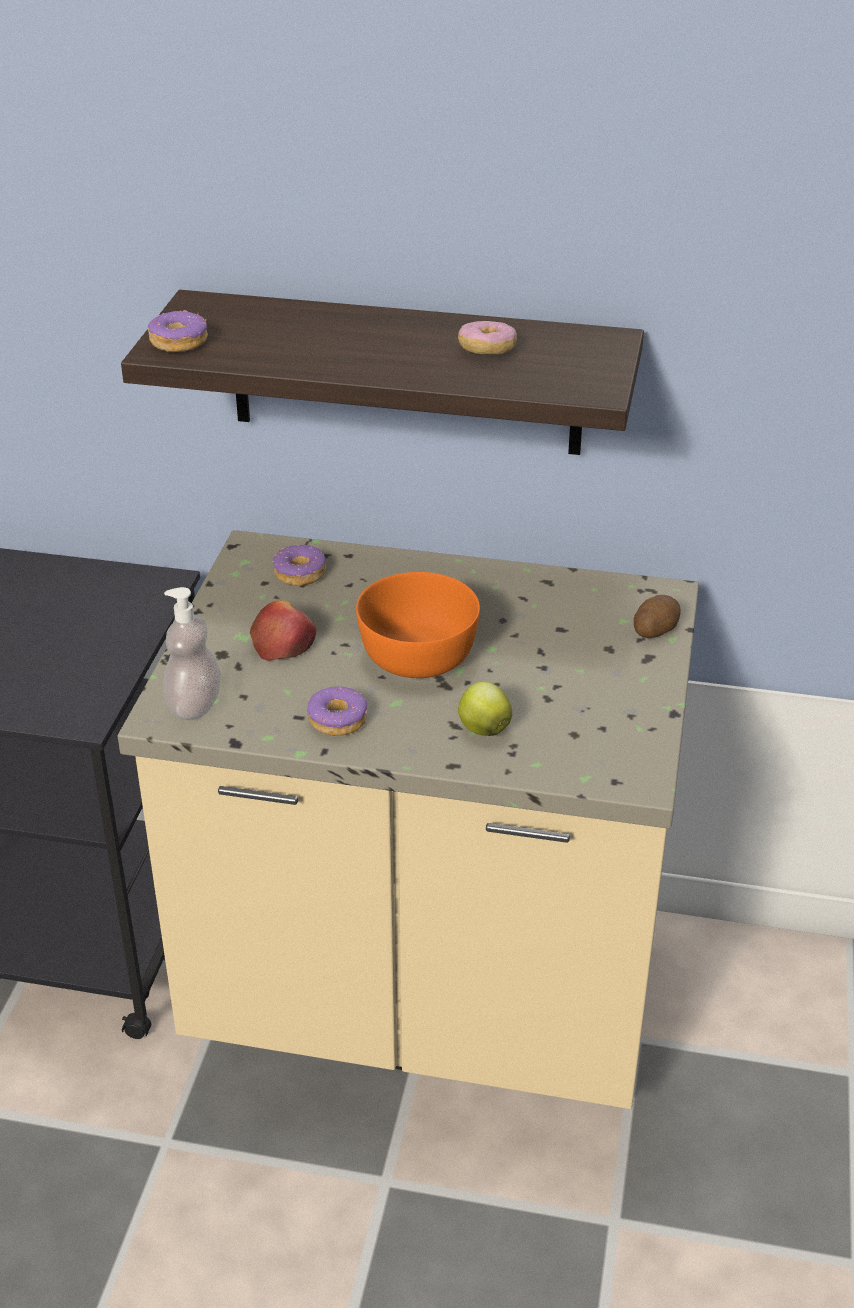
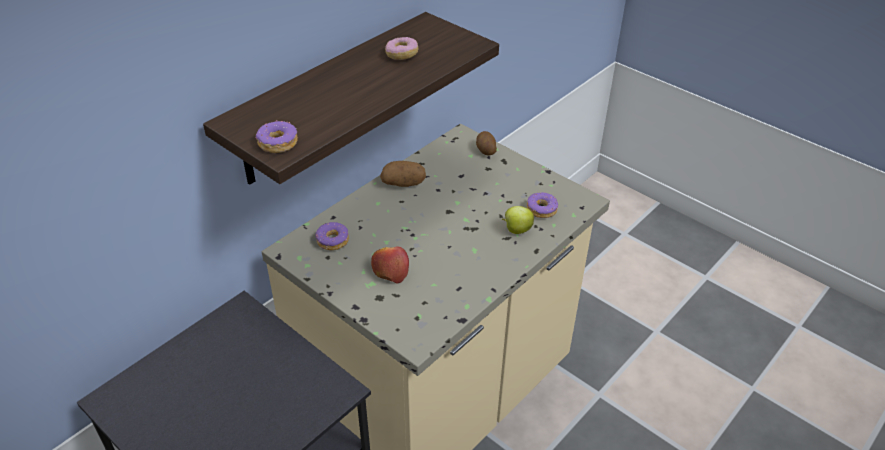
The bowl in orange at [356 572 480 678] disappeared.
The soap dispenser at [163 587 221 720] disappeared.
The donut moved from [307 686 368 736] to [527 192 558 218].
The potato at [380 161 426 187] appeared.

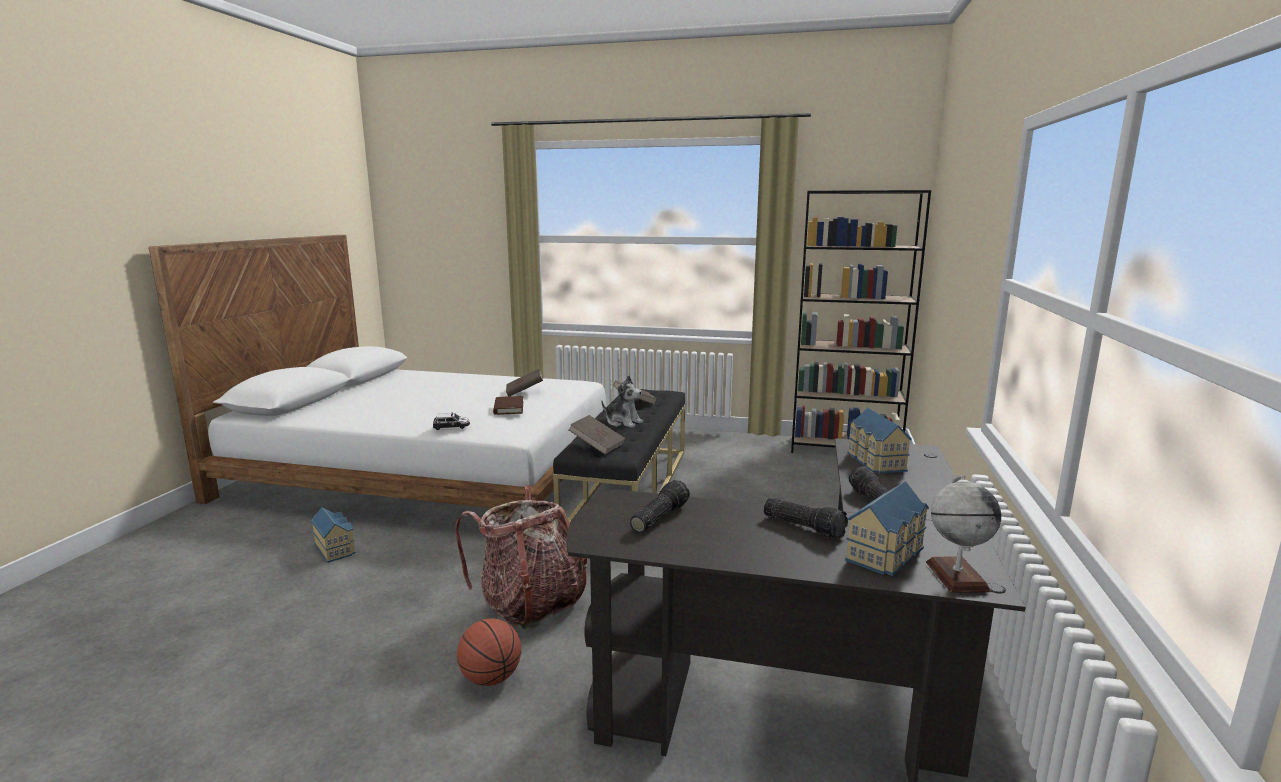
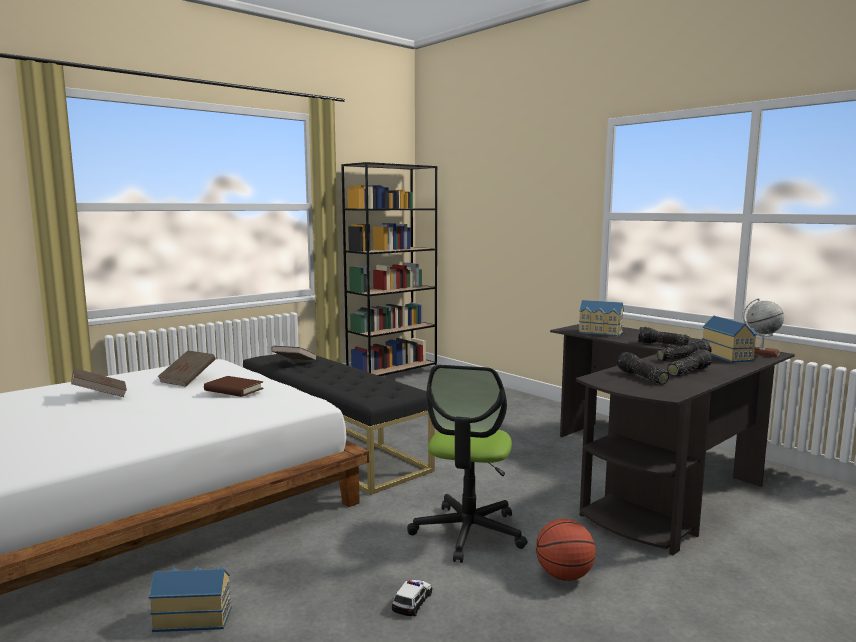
The plush toy at [602 375 643 428] disappeared.
The toy car moved from [433 412 470 430] to [392 580 432 616].
The book in brown moved from [569 415 625 455] to [71 368 127 397].
The backpack at [455 485 587 629] was replaced by the office chair at [407 364 528 563].
The flashlight at [667 349 713 376] appeared.

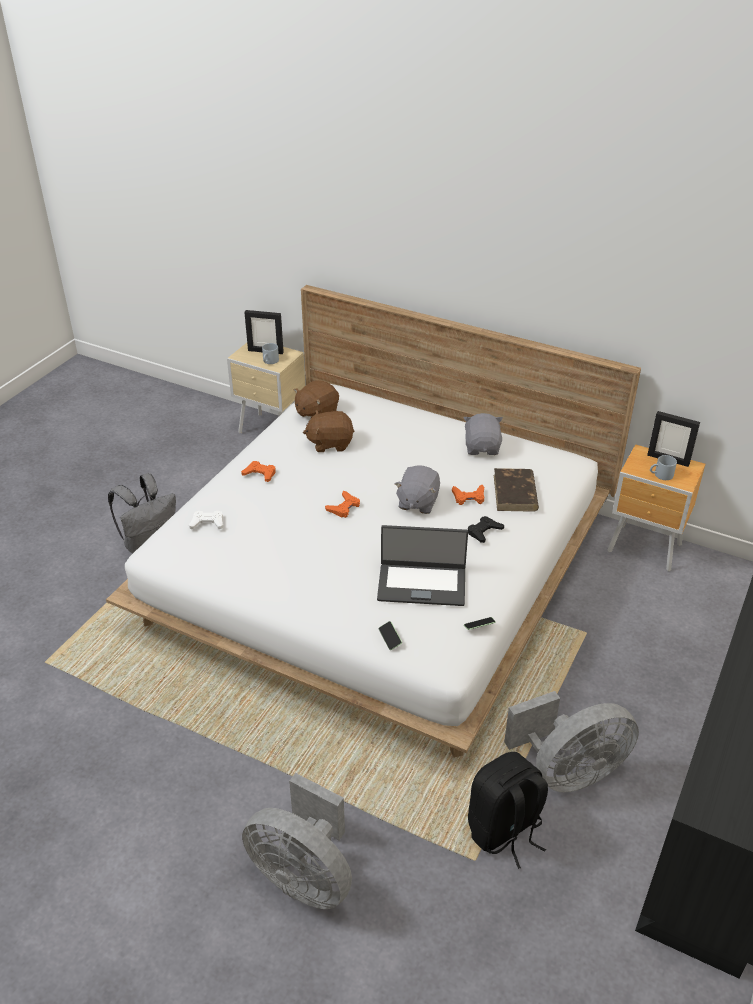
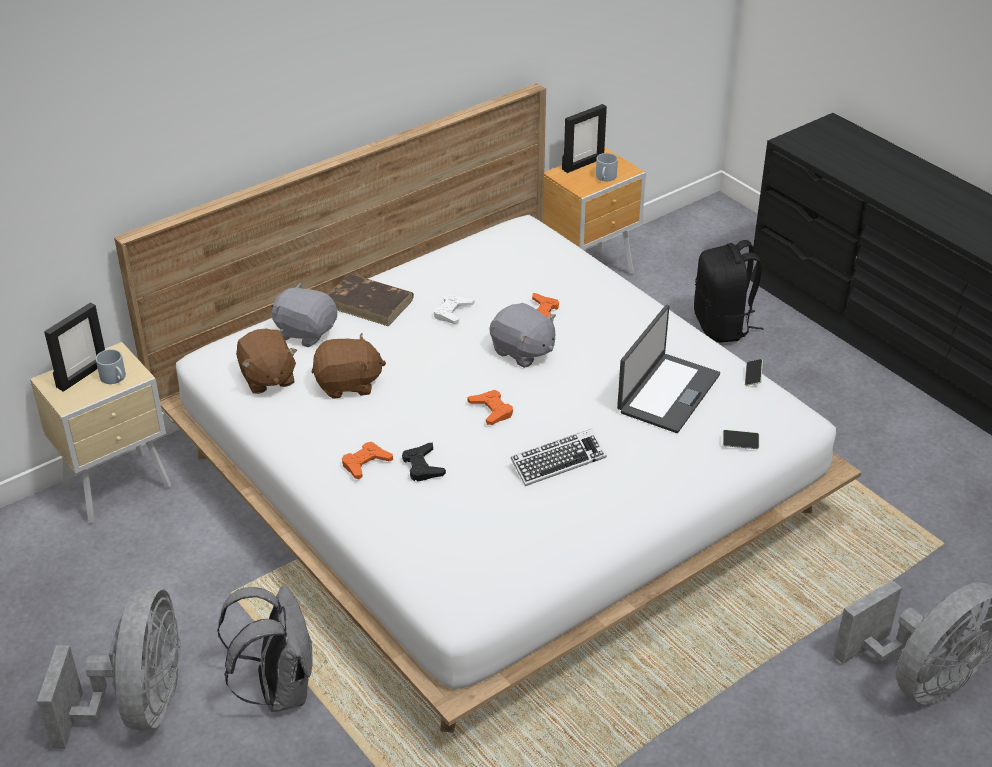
The plush toy in brown at [303 410 354 452] turned 120 degrees counterclockwise.
The plush toy in grey moved from [464 413 503 455] to [272 282 337 347].
The book in brown moved from [494 468 539 512] to [328 274 414 327].
The game controller in white moved from [189 511 223 529] to [434 294 474 324].
The game controller in black moved from [468 516 504 543] to [402 442 446 481].
The fan in grey moved from [504 691 639 792] to [37 587 181 749].
The backpack in black moved from [468 752 548 869] to [694 240 764 342].
The keyboard at [511 429 607 486] appeared.

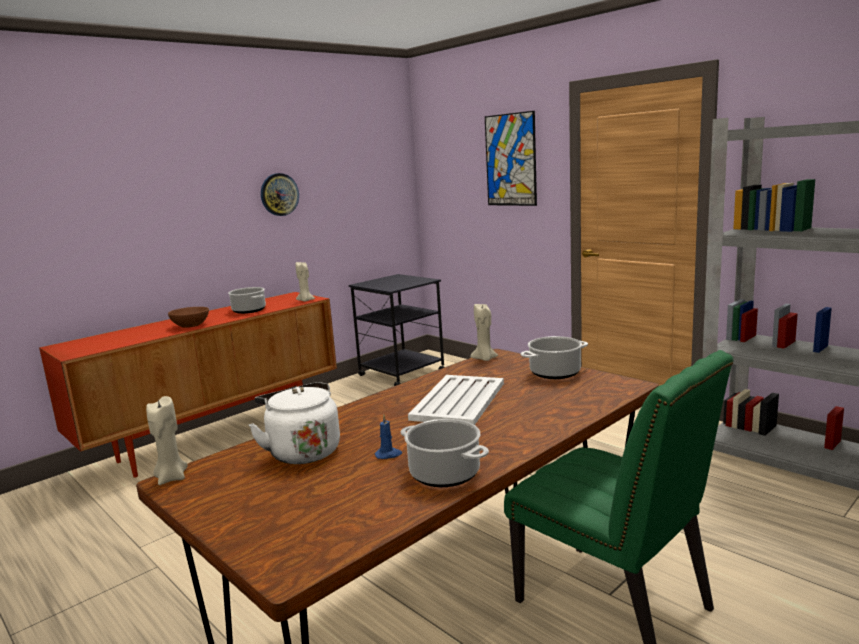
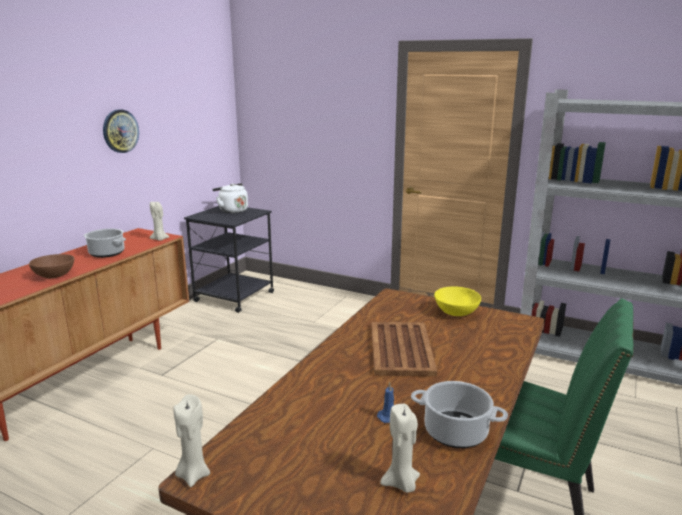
The picture at [485 111 537 206] disappeared.
The candle in beige moved from [470 304 498 361] to [380 404 420 493].
The cooking pot at [521 336 588 379] was replaced by the bowl in yellow at [434 286 481 316].
The tray in white at [408 375 504 425] became the tray in brown at [371 322 437 376].
The kettle in white moved from [249 382 340 464] to [212 183 248 213].

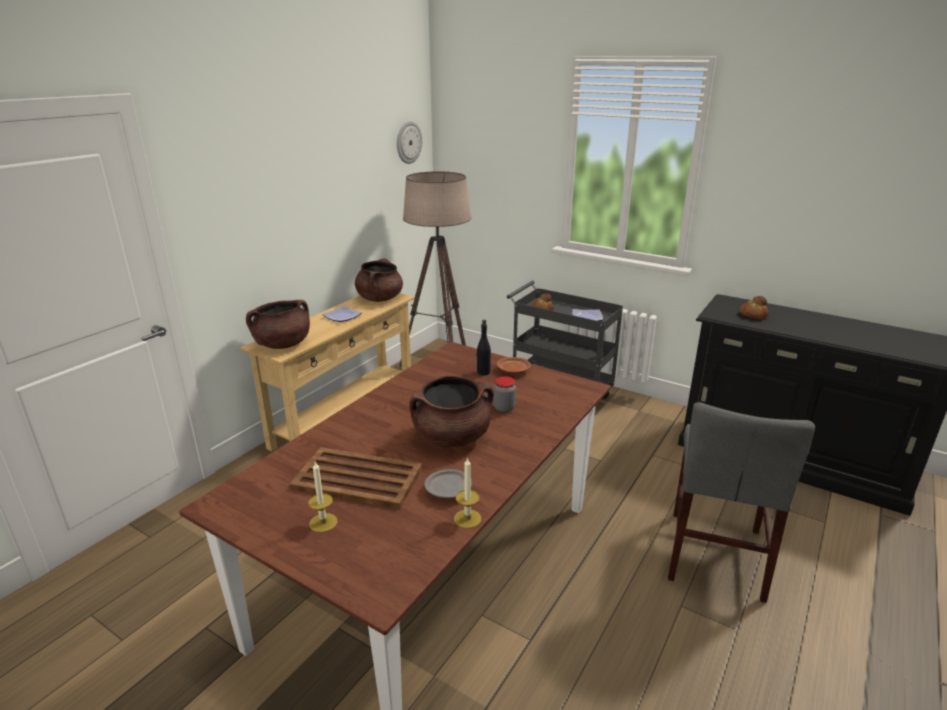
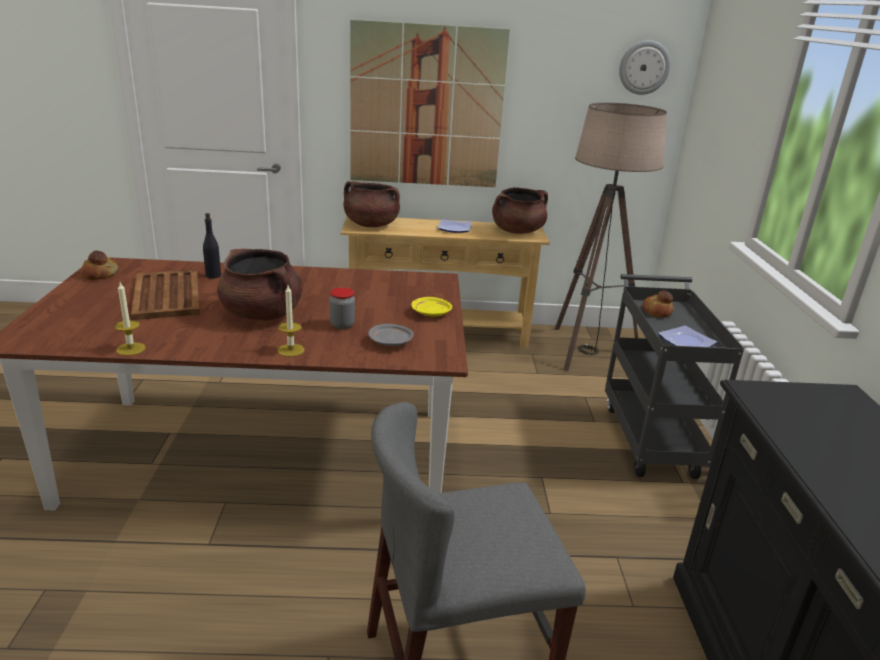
The bread moved from [740 296 769 319] to [81 250 118 280].
The bottle in black moved from [477 320 491 376] to [203 213 221 278].
The plate in brown at [497 357 531 374] became the plate in yellow at [411 297 452 317].
The candle moved from [308 462 338 533] to [277 285 304 357].
The plate in grey moved from [424 469 472 498] to [368 324 414 346].
The picture at [350 20 510 187] appeared.

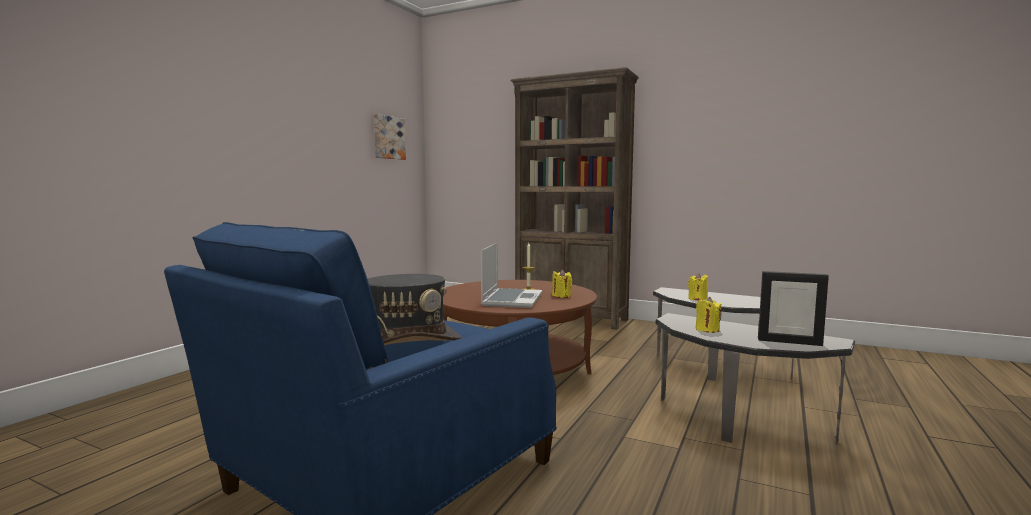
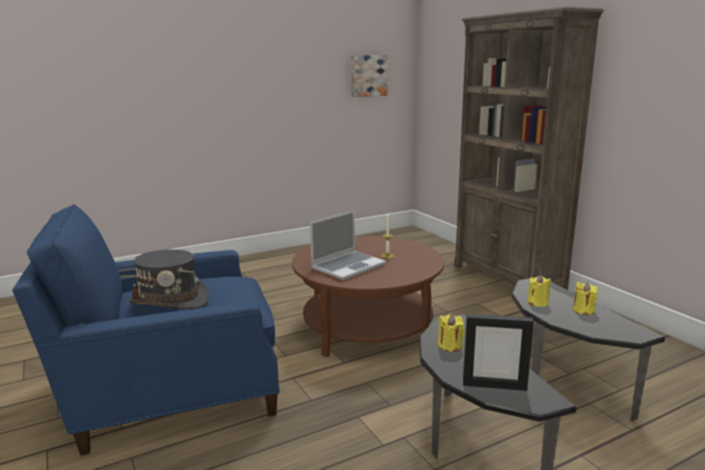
The candle in yellow moved from [552 269 572 298] to [573 282 598 315].
The picture frame at [758 271 829 346] turned 45 degrees counterclockwise.

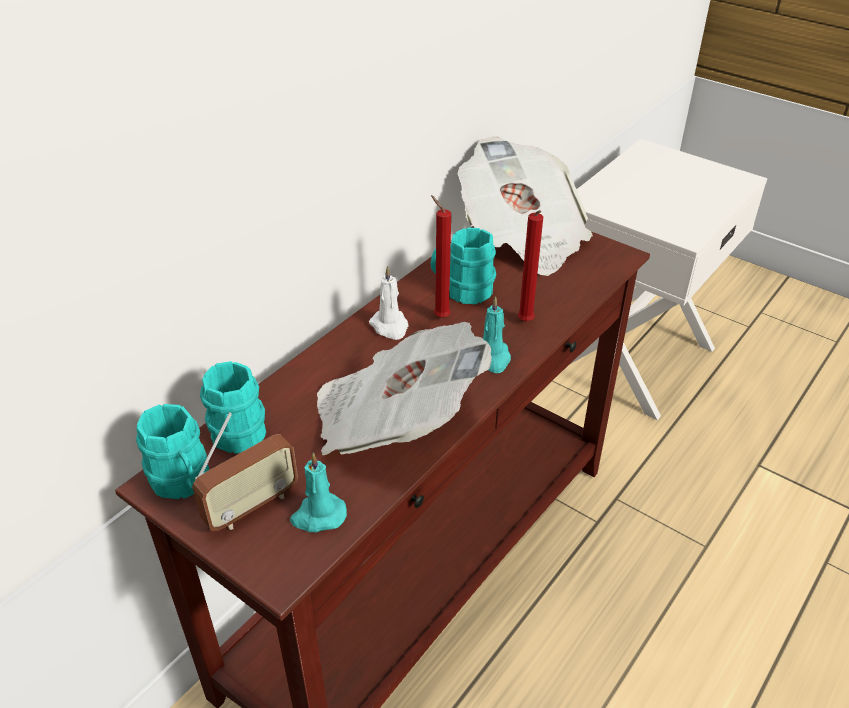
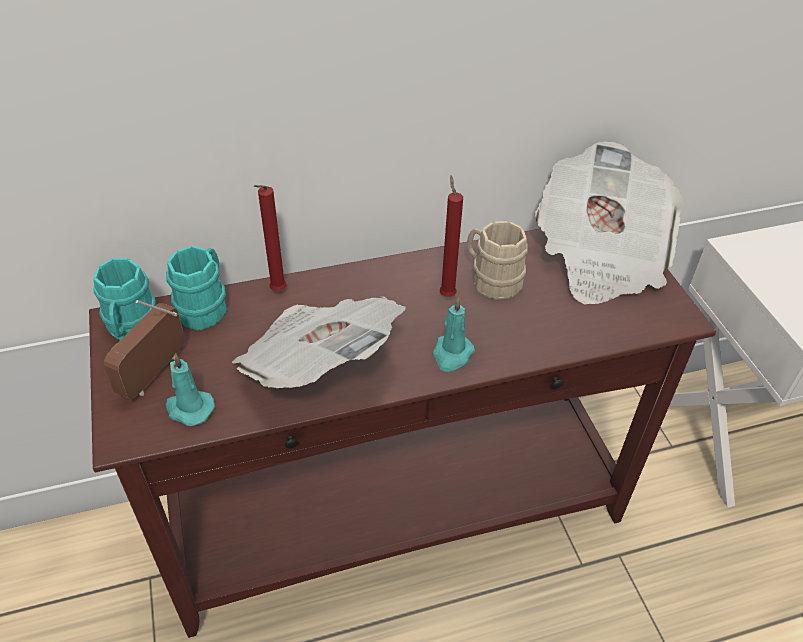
The candle in red moved from [518 210 543 322] to [254 185 287 291].
The mug in turquoise at [431 227 496 304] became the mug in beige at [467 221 528 300].
The candle in white at [369 266 409 340] disappeared.
The radio at [192 412 298 531] turned 120 degrees clockwise.

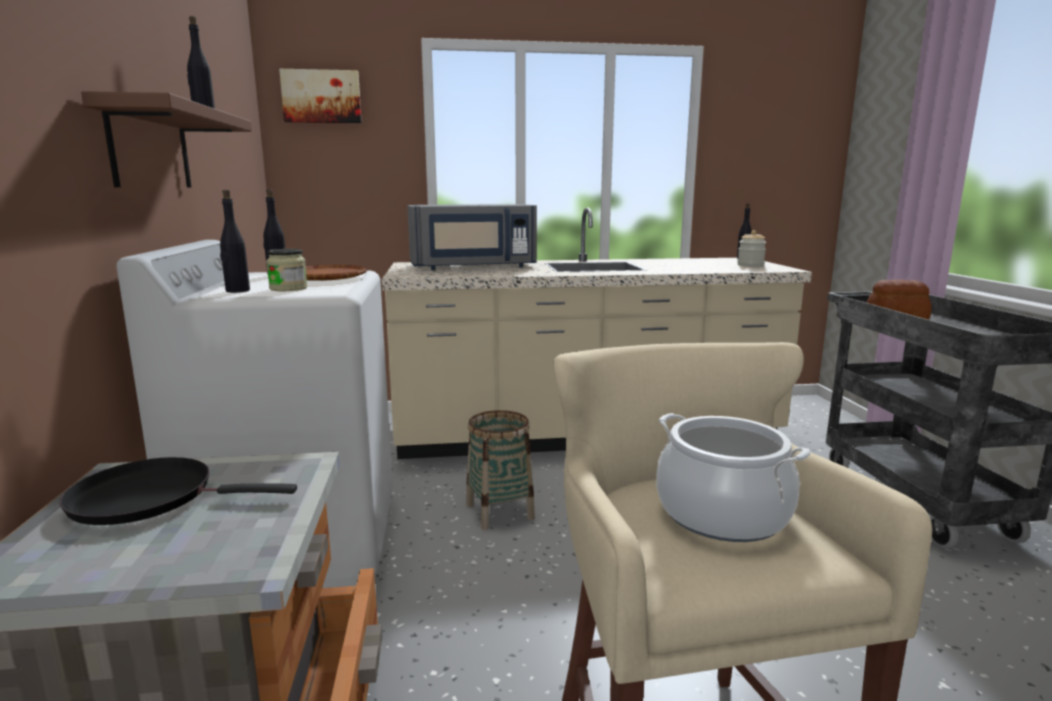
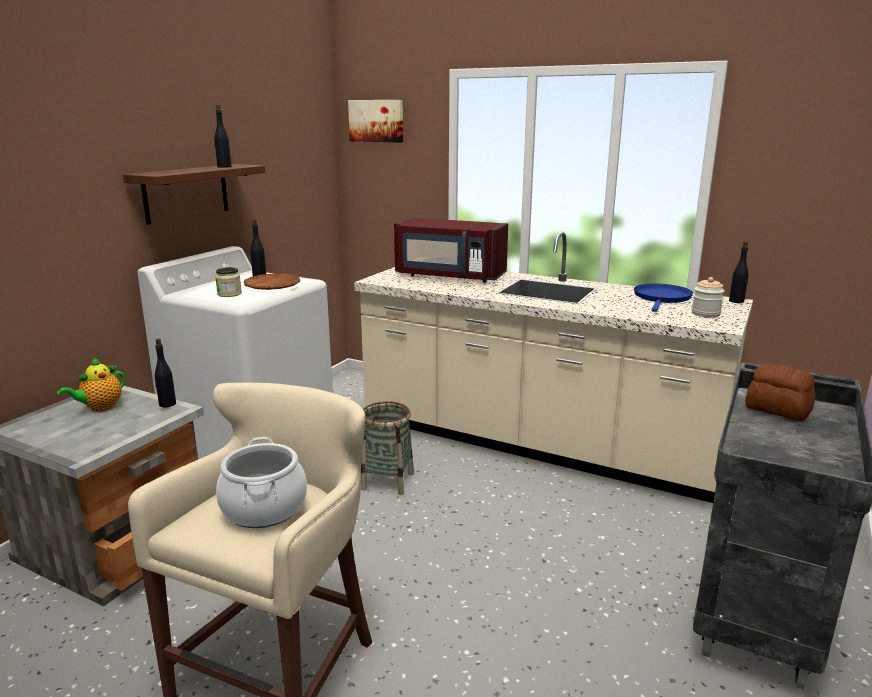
The bottle in black moved from [220 190 250 293] to [155 338 176 407].
The microwave in grey at [407 204 537 270] became the microwave in red at [394 218 508 283].
The frying pan in black at [60 457 297 525] was replaced by the teapot at [57 358 125 412].
The frying pan in blue at [634 284 693 312] appeared.

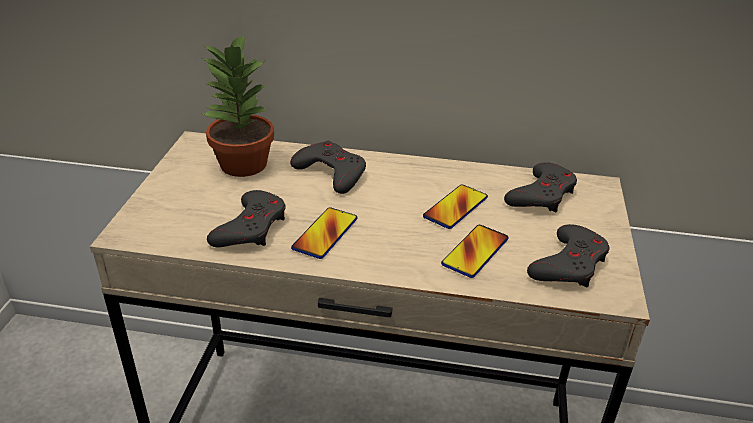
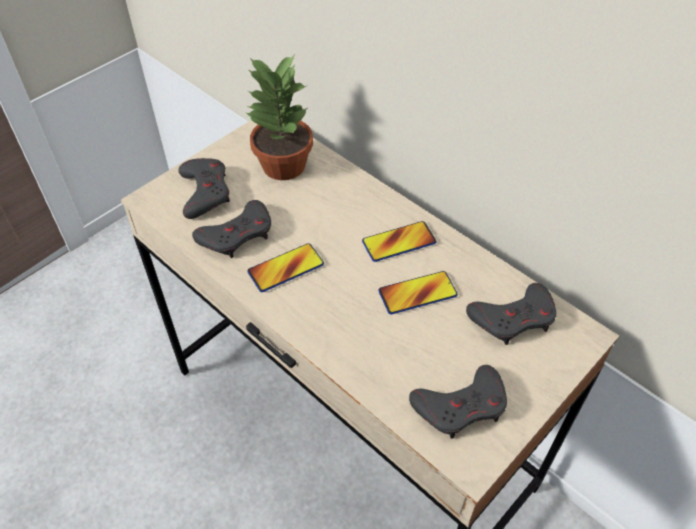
The game controller in grey moved from [290 141 366 194] to [178 158 230 219].
The phone moved from [441 225 509 278] to [362 221 436 262].

